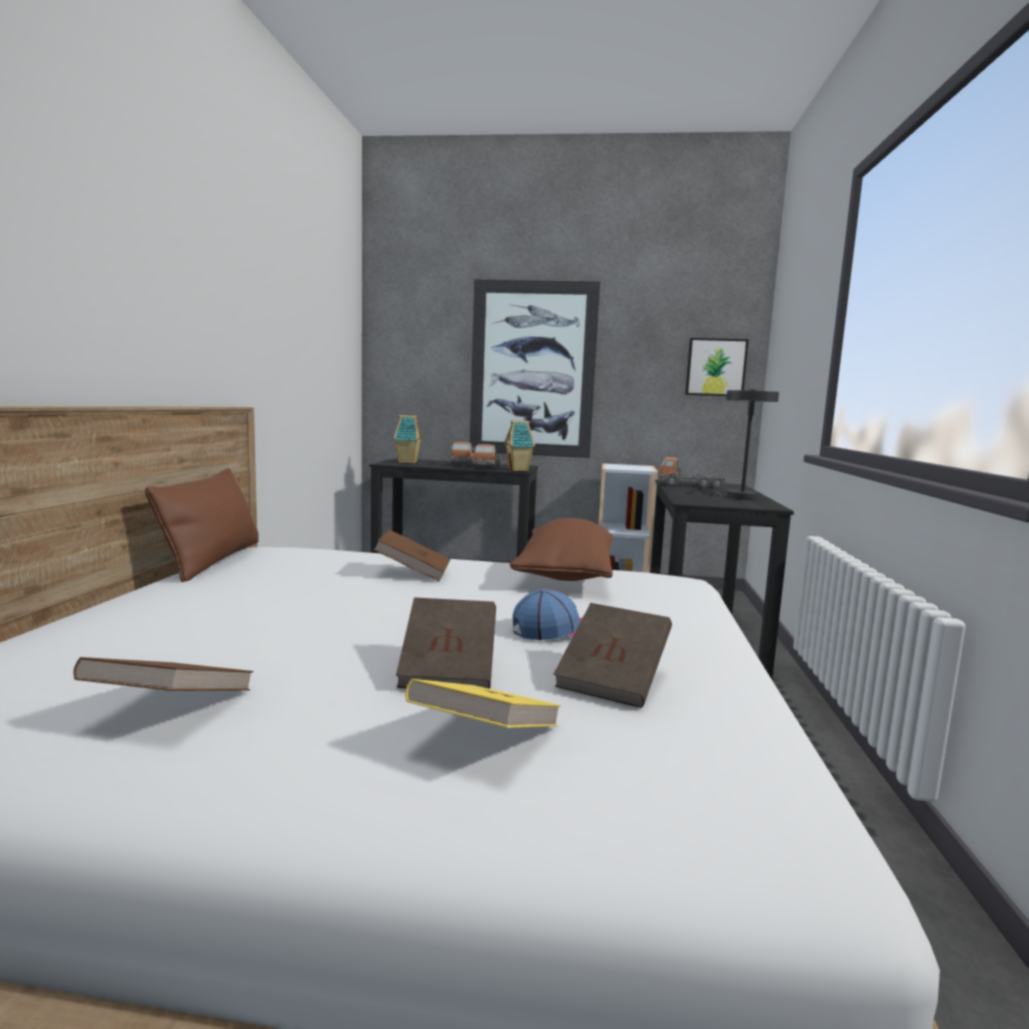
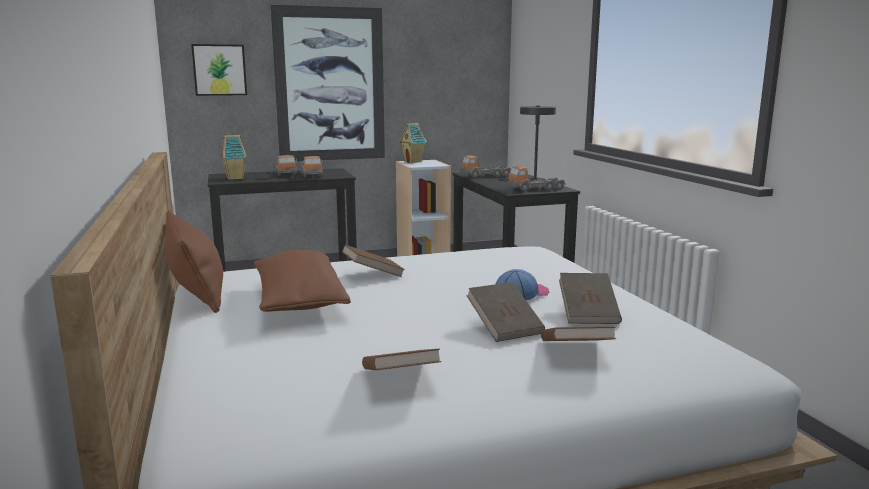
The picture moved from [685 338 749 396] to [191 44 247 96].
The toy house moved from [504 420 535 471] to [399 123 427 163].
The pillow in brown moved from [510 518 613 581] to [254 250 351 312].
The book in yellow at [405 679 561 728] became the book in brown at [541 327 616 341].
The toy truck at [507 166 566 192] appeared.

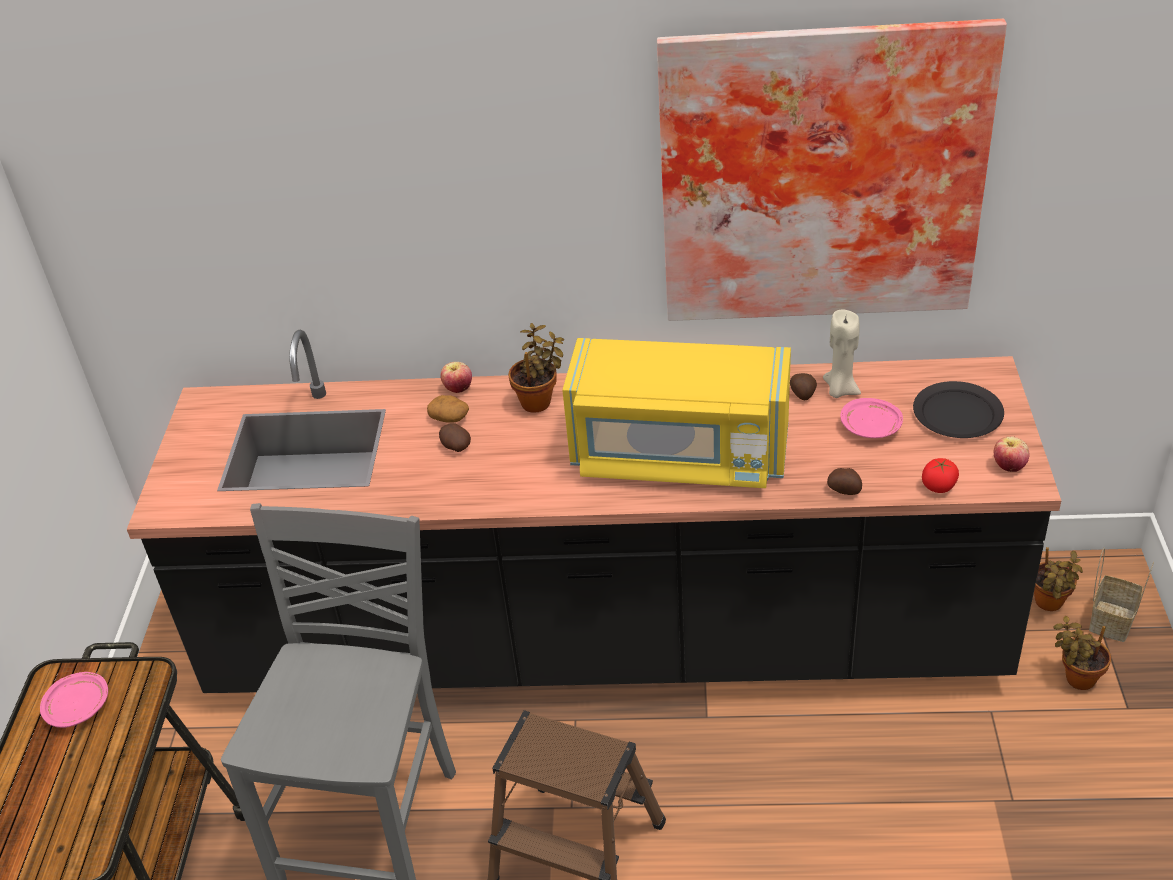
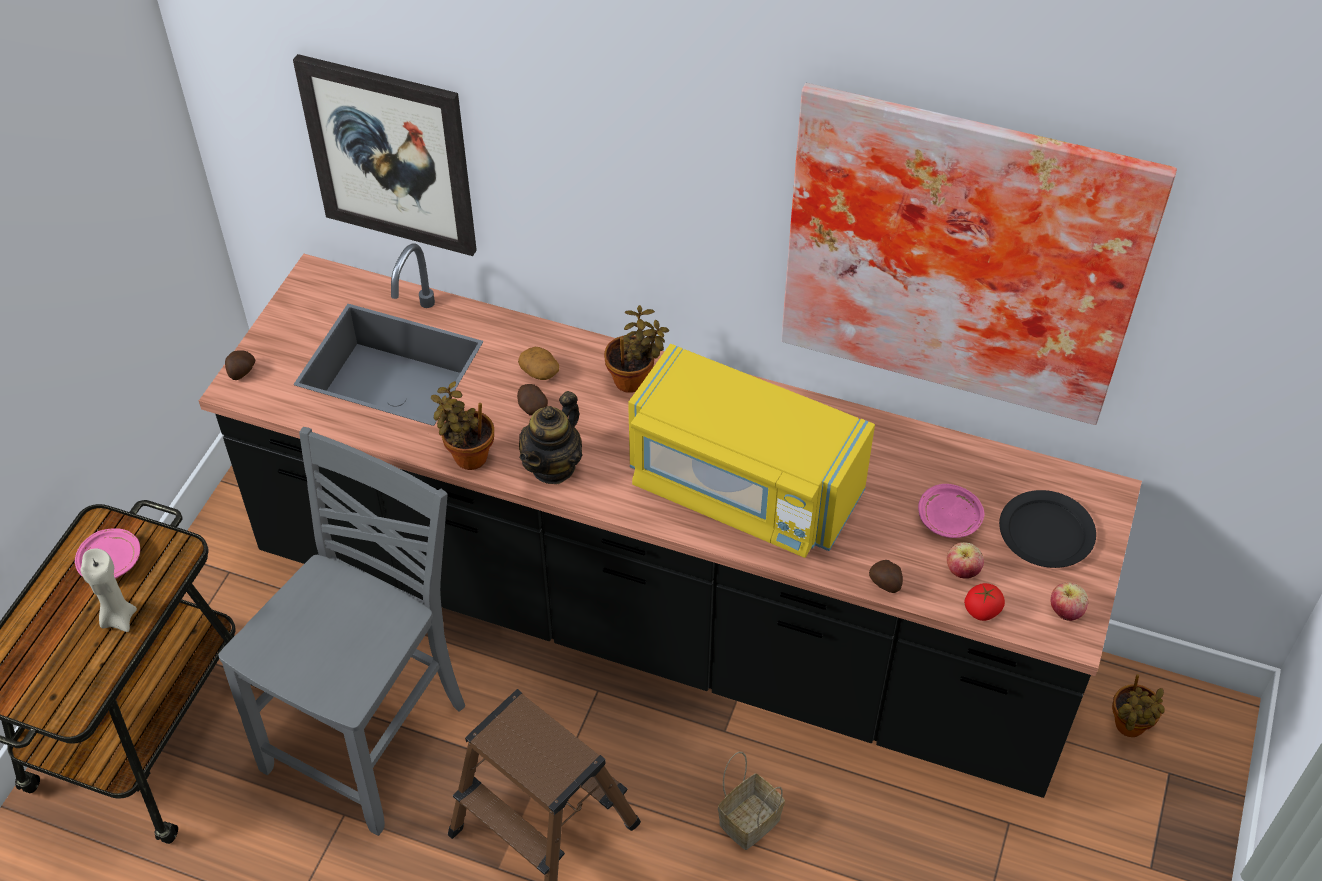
The candle in beige moved from [823 310 861 398] to [80 548 137 632].
The apple moved from [440 362 472 393] to [947 542 984 579].
The potato moved from [790 373 817 401] to [225 350 255 380].
The basket moved from [1089 548 1154 642] to [718 752 785 850].
The potted plant moved from [1054 616 1111 690] to [431 381 494 470].
The picture at [293 54 477 256] appeared.
The teapot at [519 391 583 484] appeared.

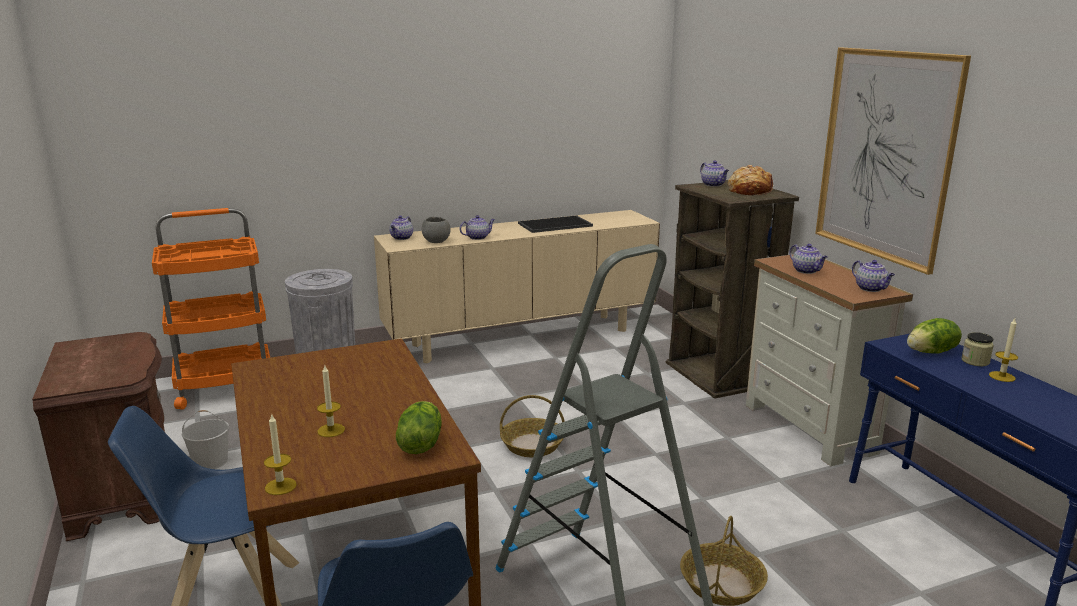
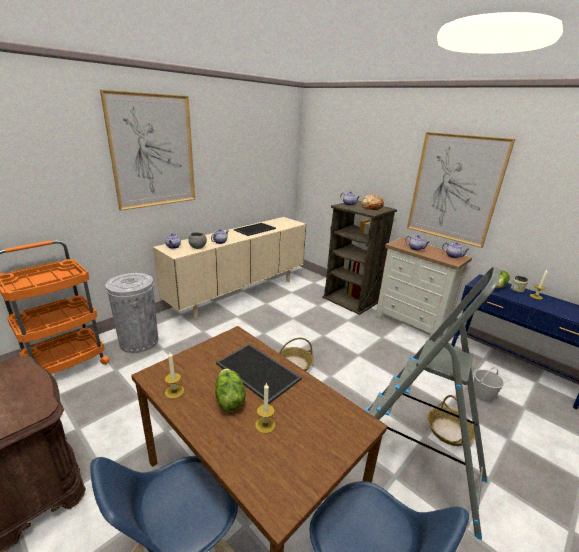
The lettuce moved from [396 401 442 454] to [215 369 246 412].
The bucket in white moved from [182 410 229 469] to [474 367 504 403].
The candle moved from [264 413 297 495] to [164 352 184 399].
The picture at [100 90 195 211] appeared.
The tray at [216 344 302 404] appeared.

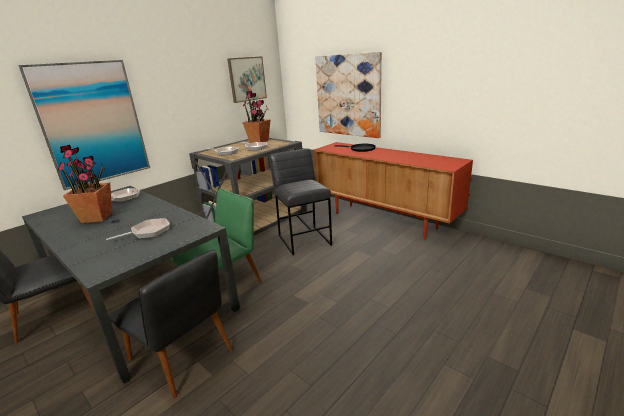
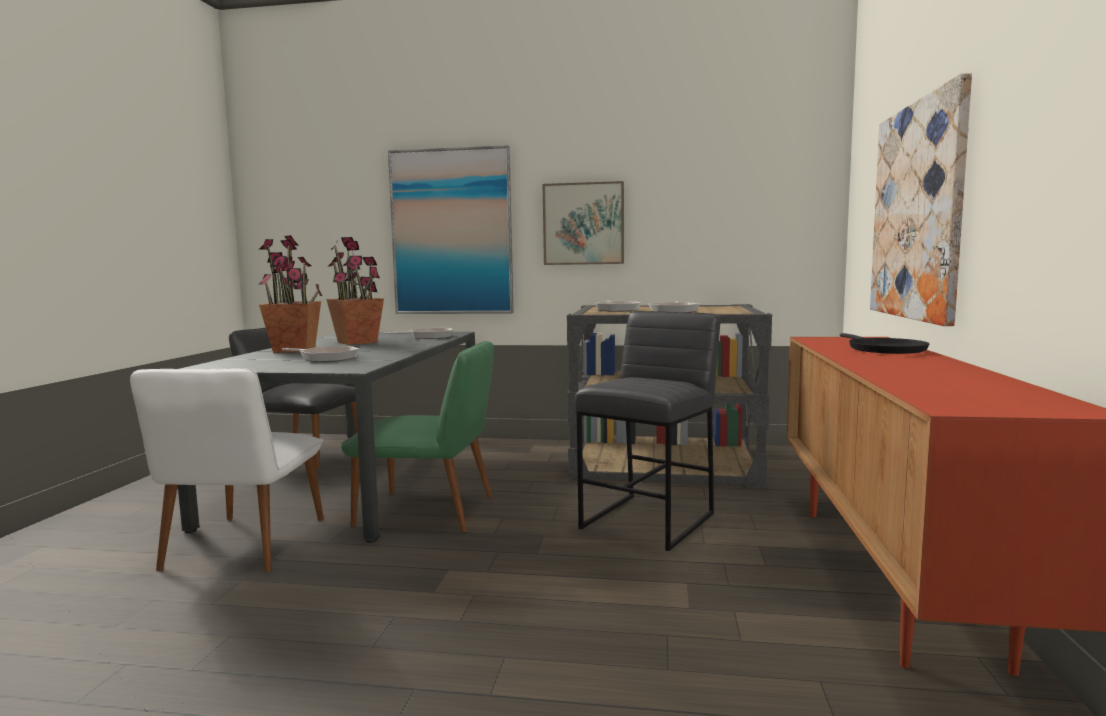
The picture moved from [227 56 267 103] to [543 181 624 265].
The potted plant moved from [243 91 271 143] to [258 235 322 353].
The chair in black at [109 250 233 399] became the chair in white at [130 368 324 572].

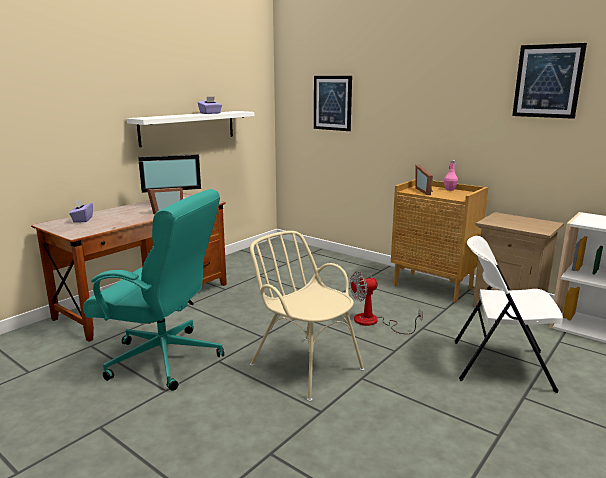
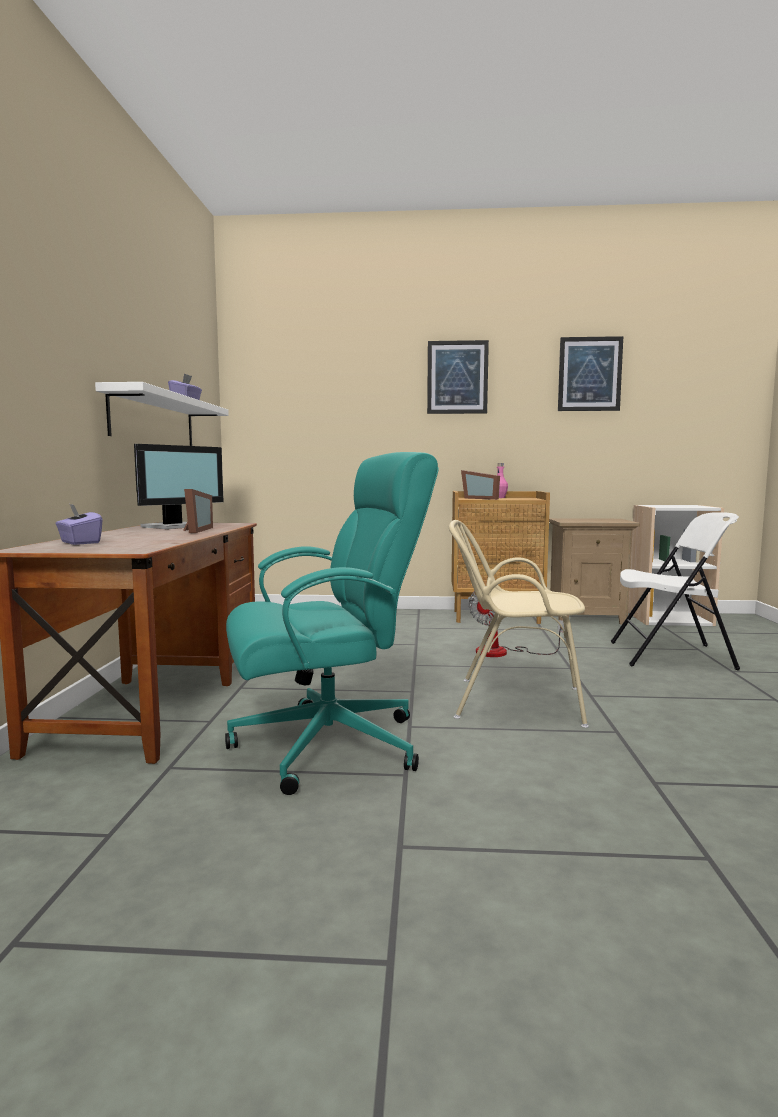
The picture moved from [314 76 352 131] to [427 340 489 414].
The chair in white at [454 236 563 393] turned 150 degrees counterclockwise.

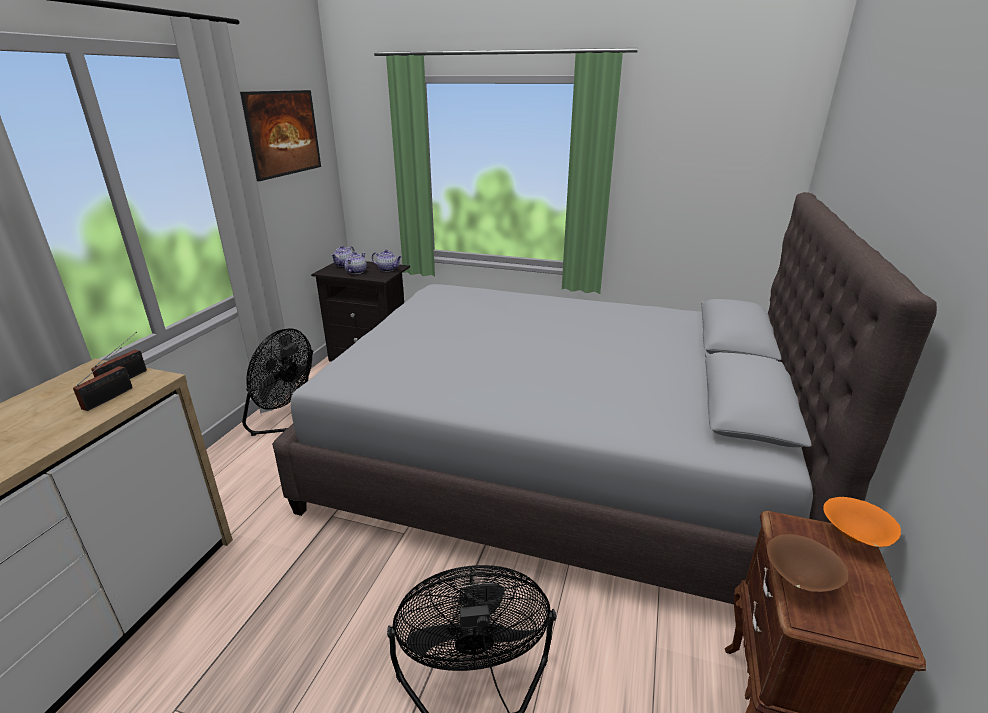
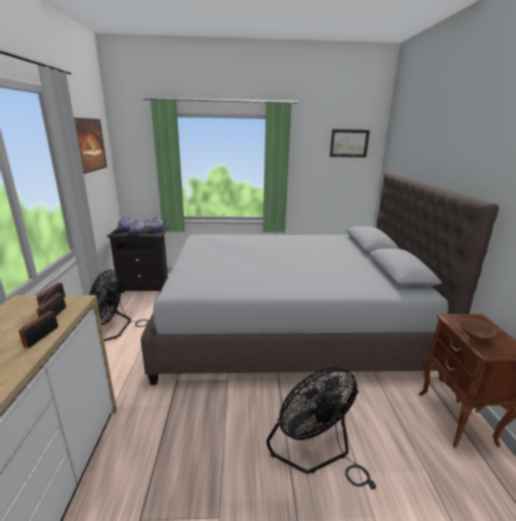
The bowl in orange at [823 497 901 547] disappeared.
The picture at [330 129 370 157] appeared.
The radio at [19 296 58 348] appeared.

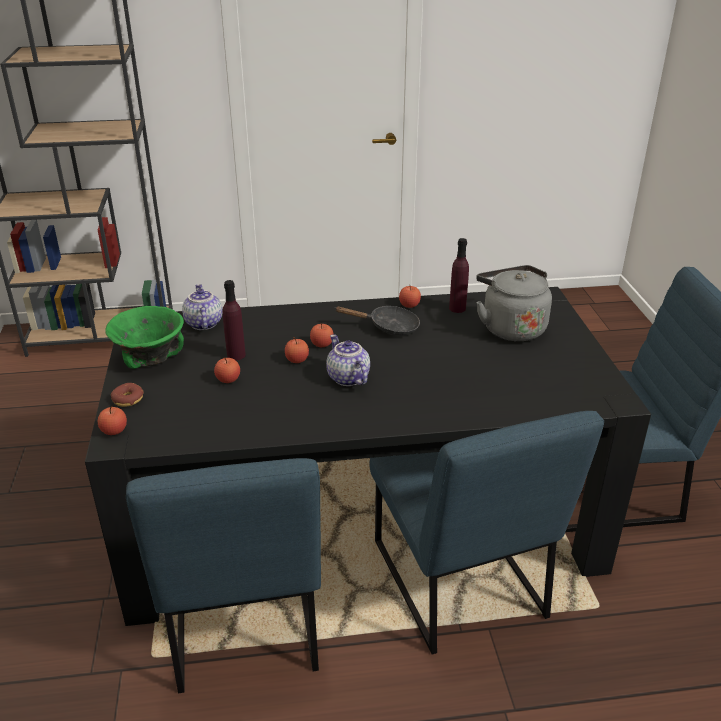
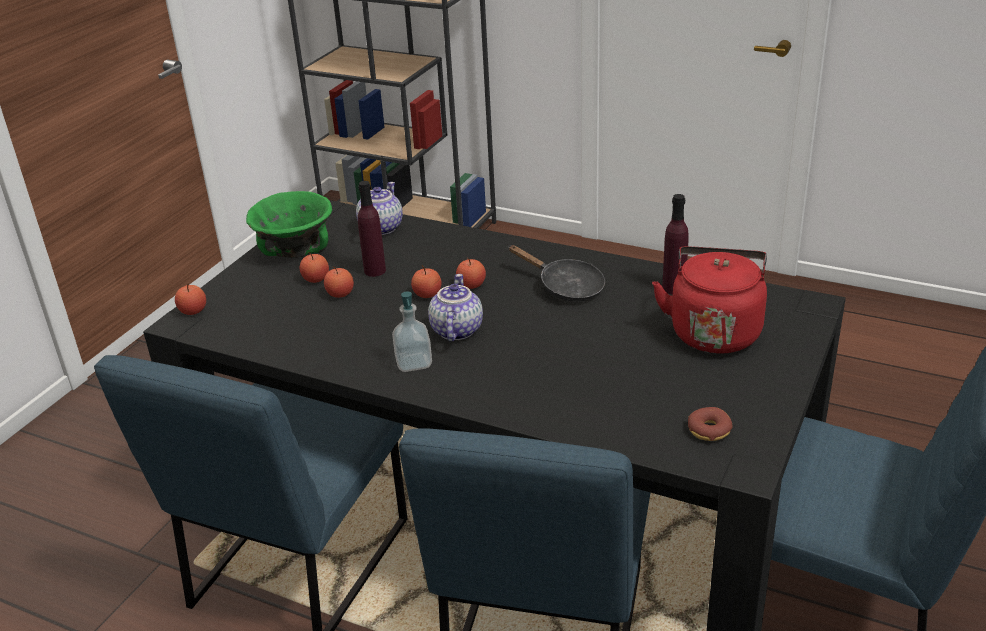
The kettle in grey at [476 265 552 341] became the kettle in red at [652 246 767 354].
The apple moved from [399 286 421 308] to [300 252 329 283].
The donut moved from [111 383 144 407] to [688 407 733 441].
The soap dispenser at [392 291 432 372] appeared.

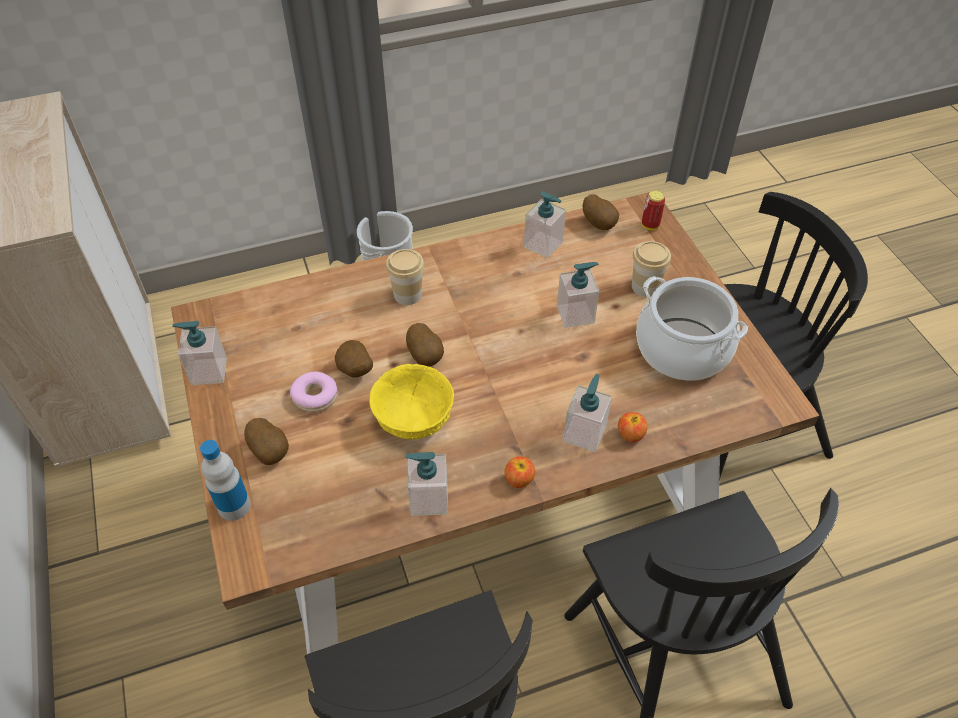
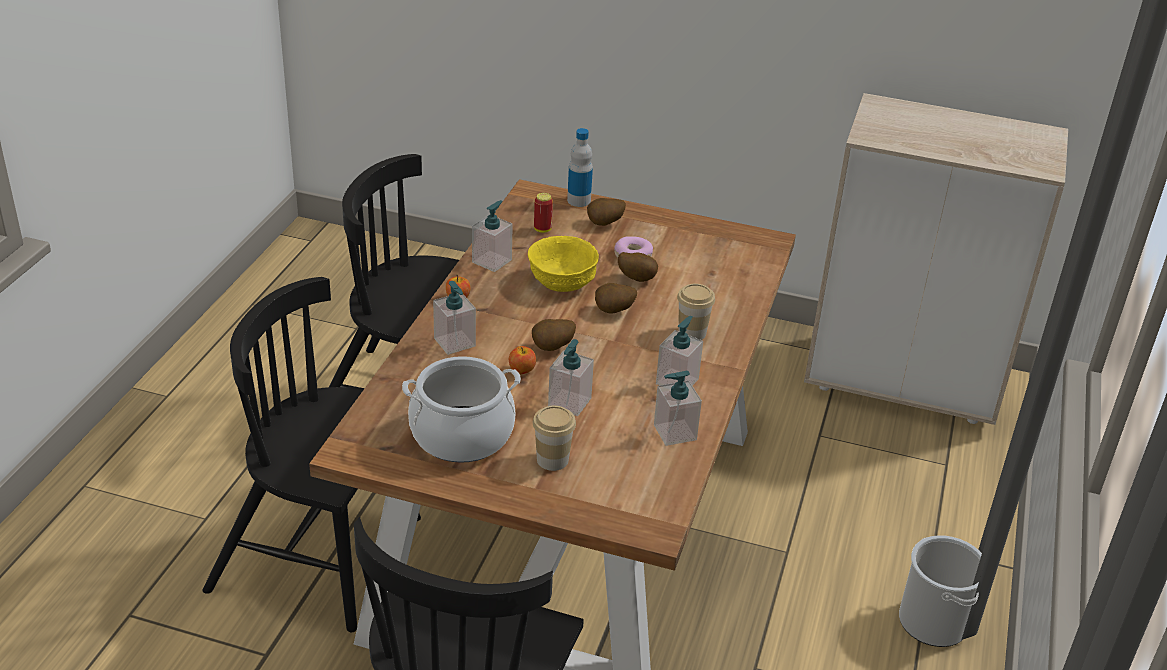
The can moved from [642 190 665 230] to [534 193 553 233].
The potato moved from [583 194 619 230] to [532 319 576 351].
The soap dispenser moved from [172 321 227 385] to [656 316 703 386].
The apple moved from [618 412 647 442] to [509 346 536 374].

